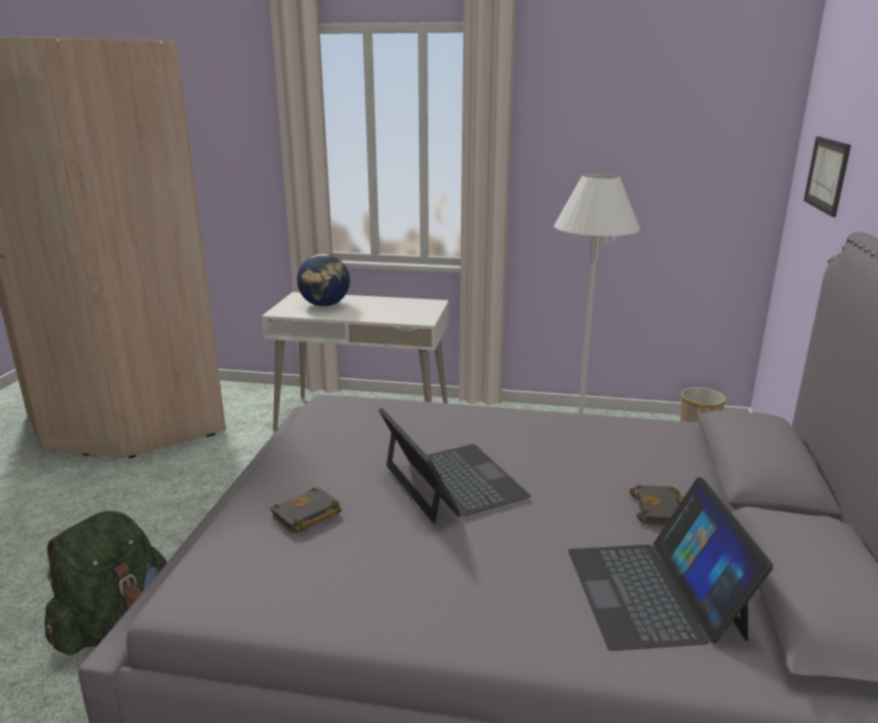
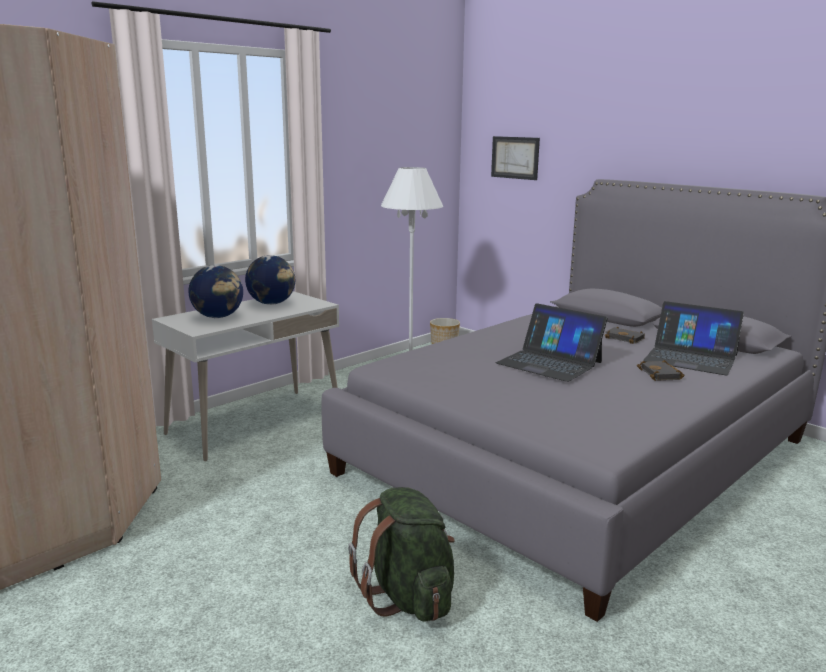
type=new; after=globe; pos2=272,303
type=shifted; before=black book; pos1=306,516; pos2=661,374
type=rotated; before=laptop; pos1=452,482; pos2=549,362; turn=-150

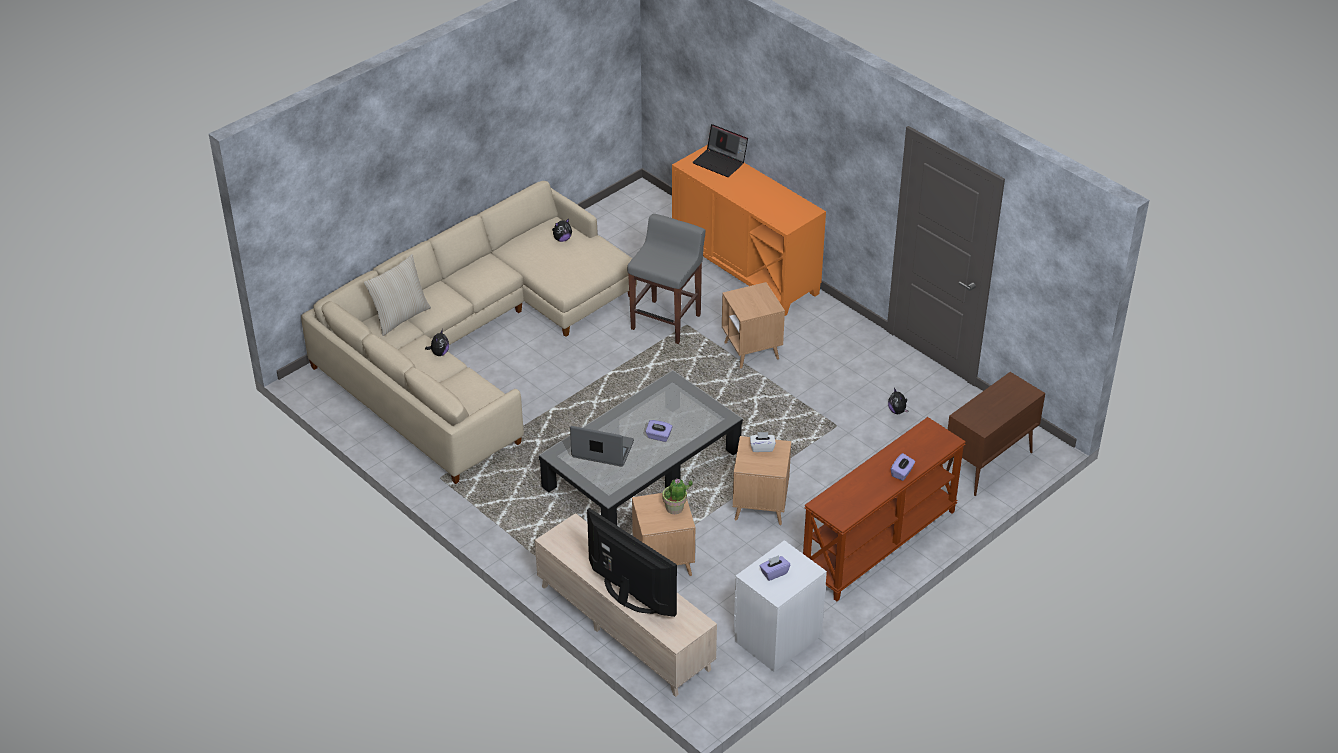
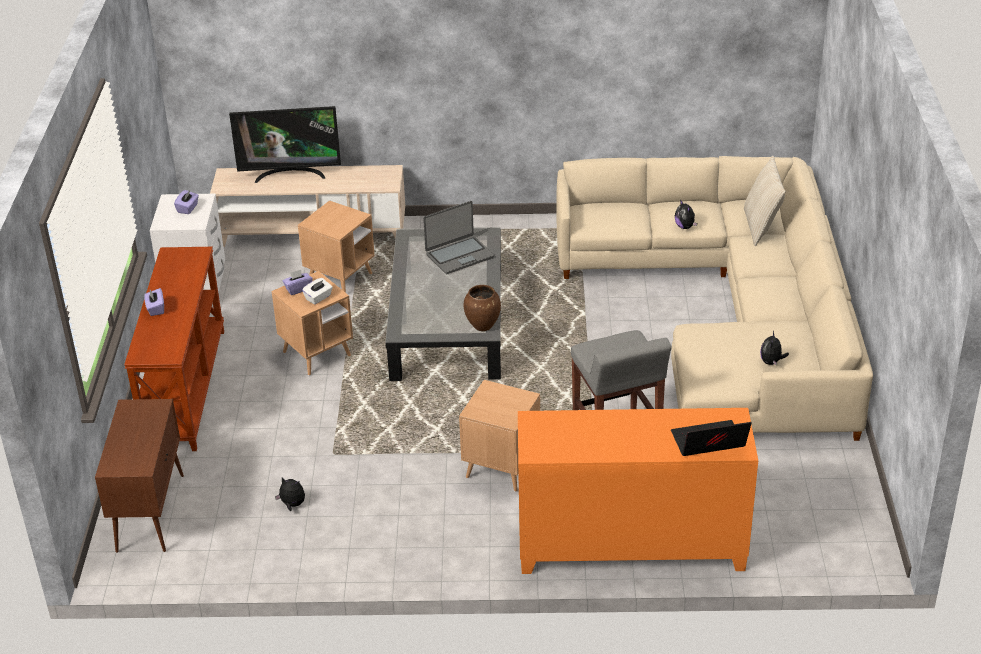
type=gone; before=potted plant; pos1=675,508
type=new; after=brown vase; pos2=483,326
type=shifted; before=purple tissue box; pos1=658,436; pos2=298,289

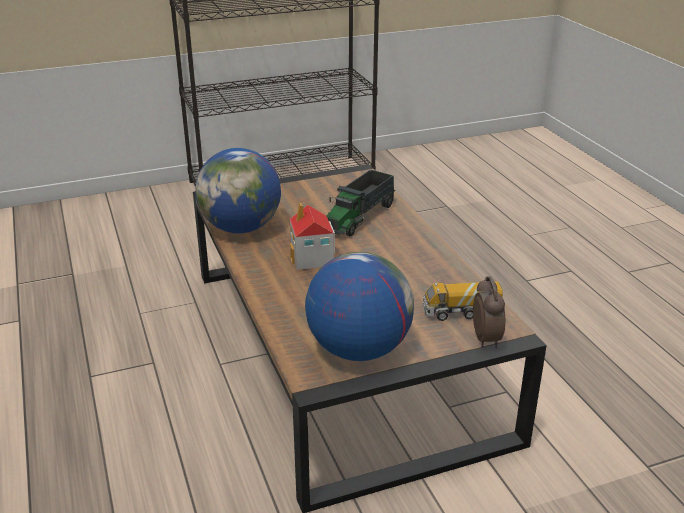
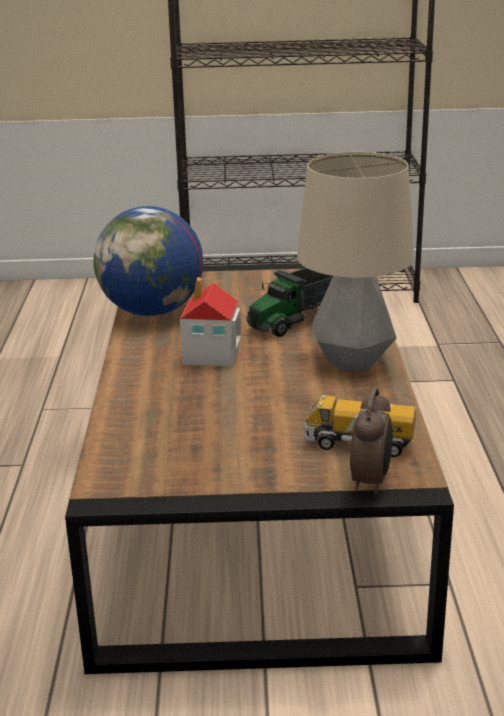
type=gone; before=globe; pos1=358,349
type=new; after=table lamp; pos2=353,362

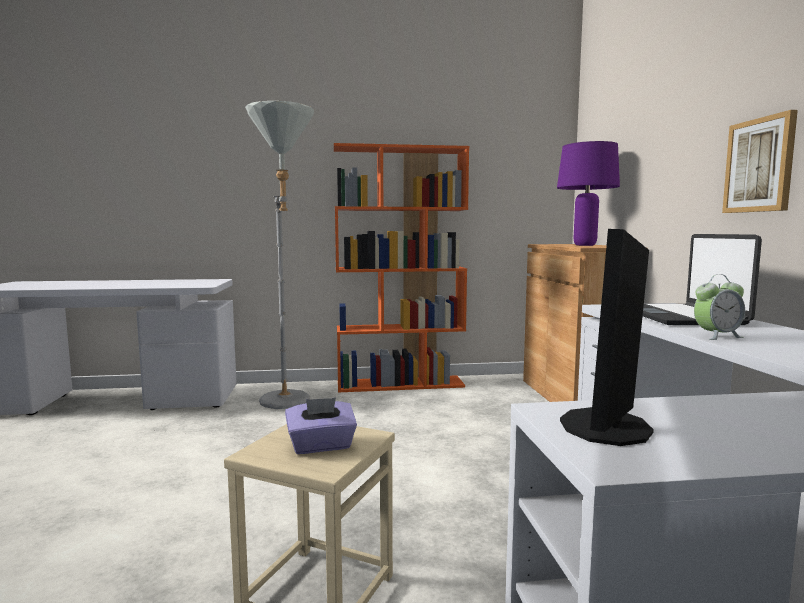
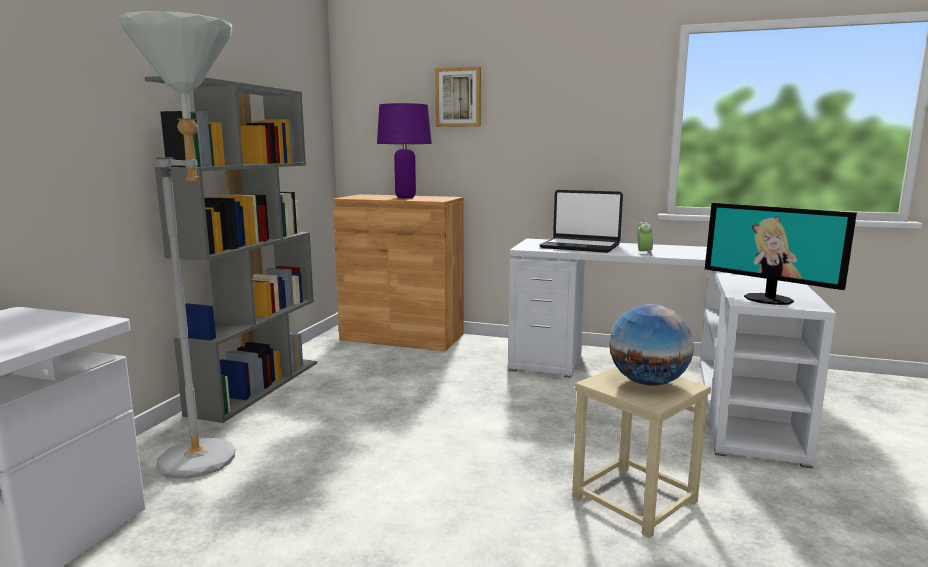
type=shifted; before=picture; pos1=760,165; pos2=458,97
type=swapped; before=purple tissue box; after=globe; pos1=321,446; pos2=647,382
type=repainted; before=orange bookcase; after=grey bookcase; pos1=401,384; pos2=256,386

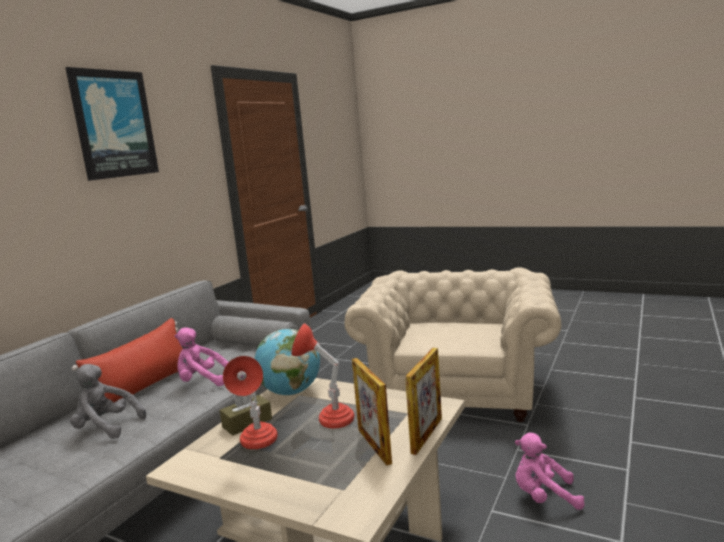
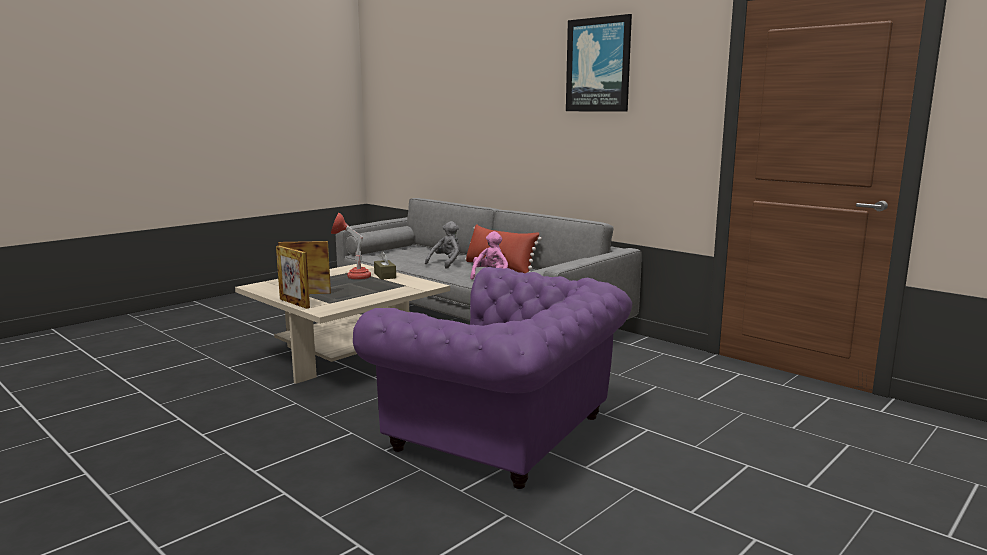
type=gone; before=globe; pos1=290,392
type=gone; before=red table lamp; pos1=327,418
type=gone; before=pink plush toy; pos1=544,497
type=repainted; before=beige armchair; after=purple armchair; pos1=458,388; pos2=507,435

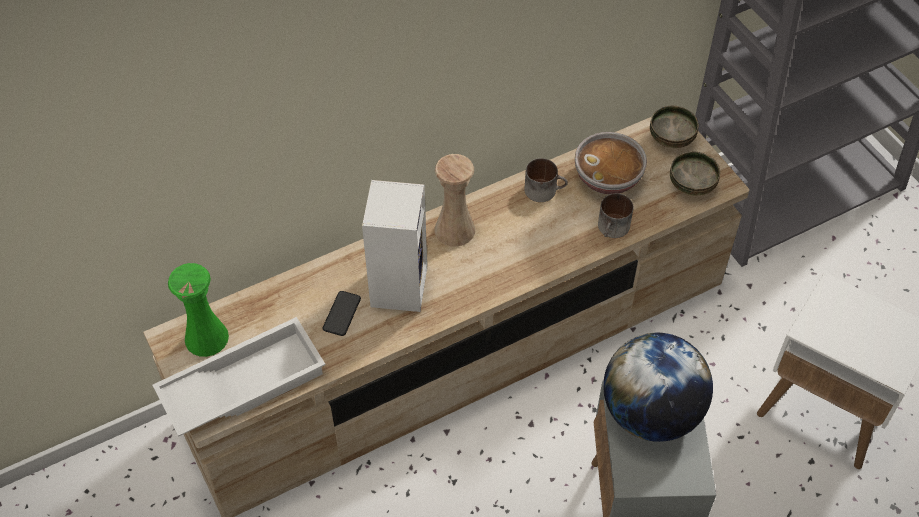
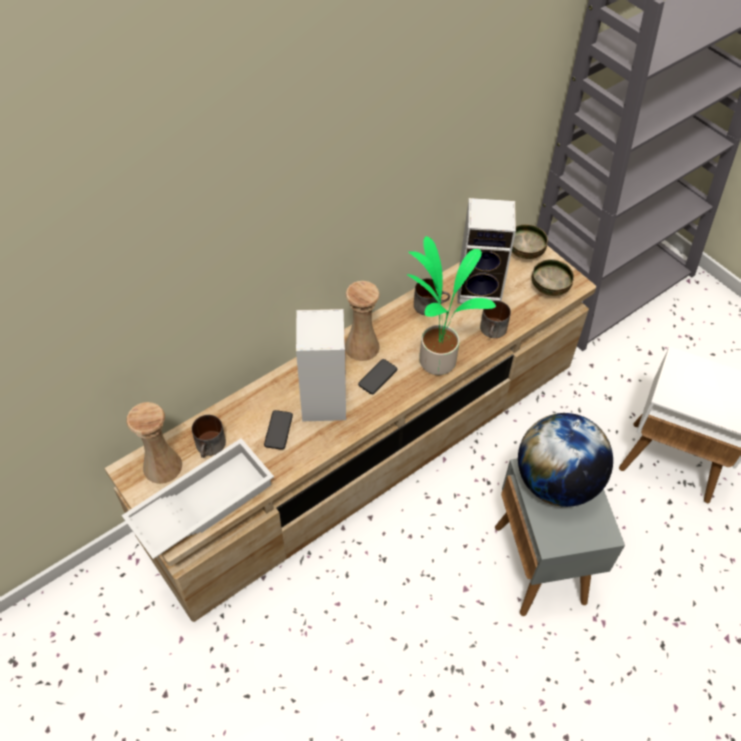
type=new; after=mug; pos2=211,447
type=new; after=phone; pos2=377,377
type=new; after=potted plant; pos2=437,359
type=swapped; before=bowl; after=speaker; pos1=608,178; pos2=481,289
type=repainted; before=green vase; after=beige vase; pos1=206,338; pos2=162,466

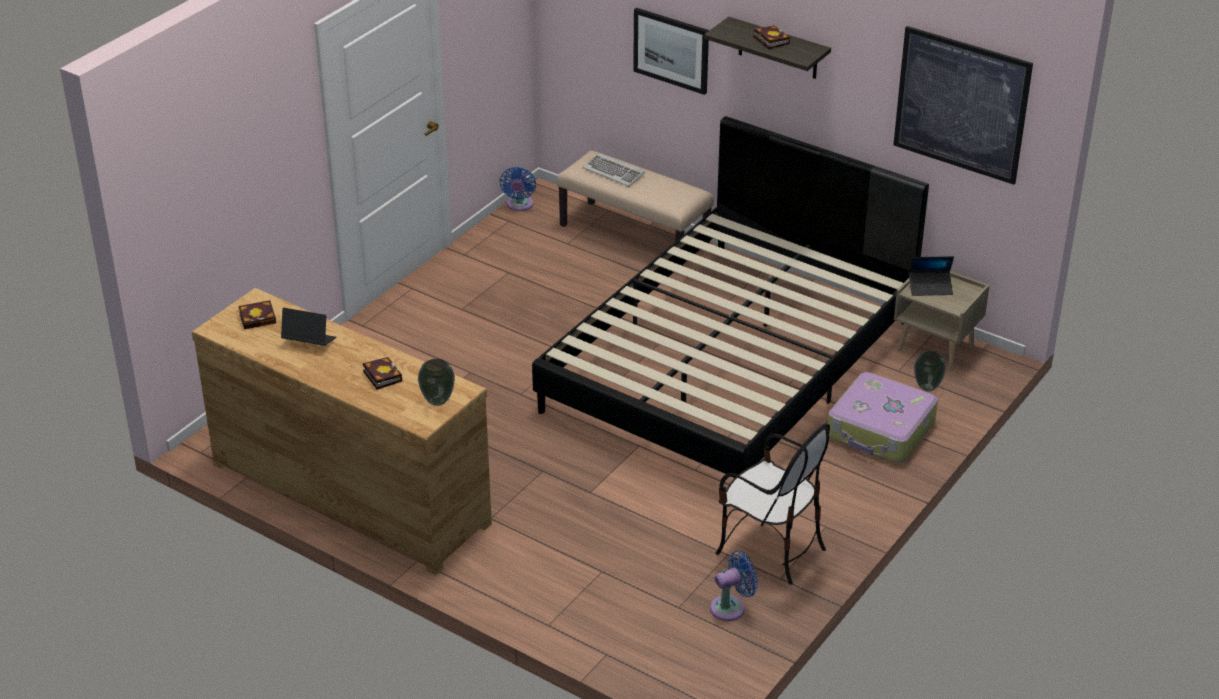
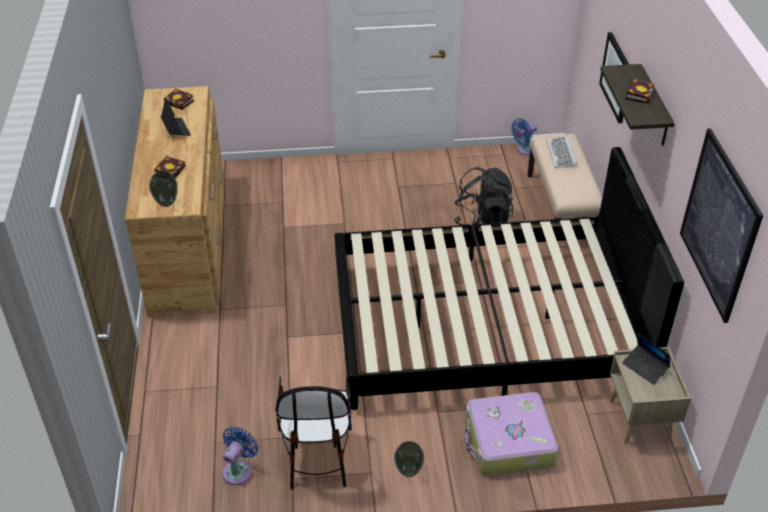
type=new; after=black backpack; pos2=482,218
type=shifted; before=vase; pos1=927,387; pos2=409,471
type=rotated; before=blue fan; pos1=731,607; pos2=239,470; turn=-90

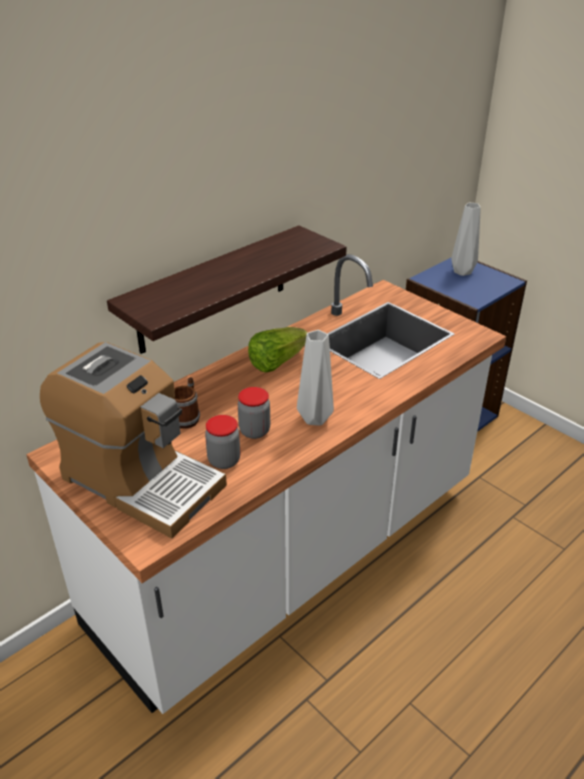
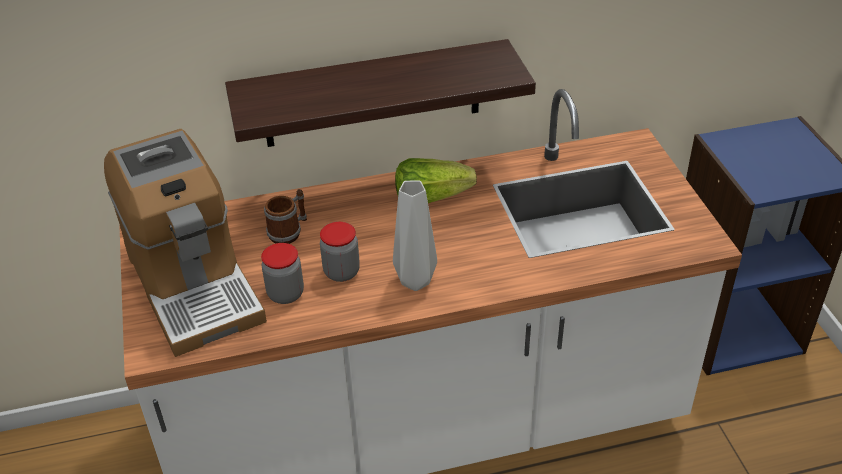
type=gone; before=grey vase; pos1=462,271

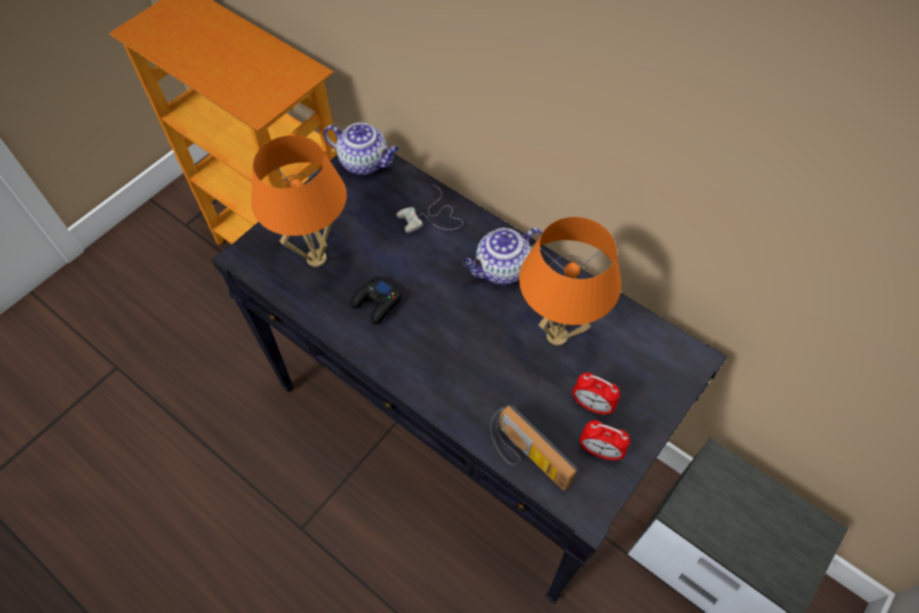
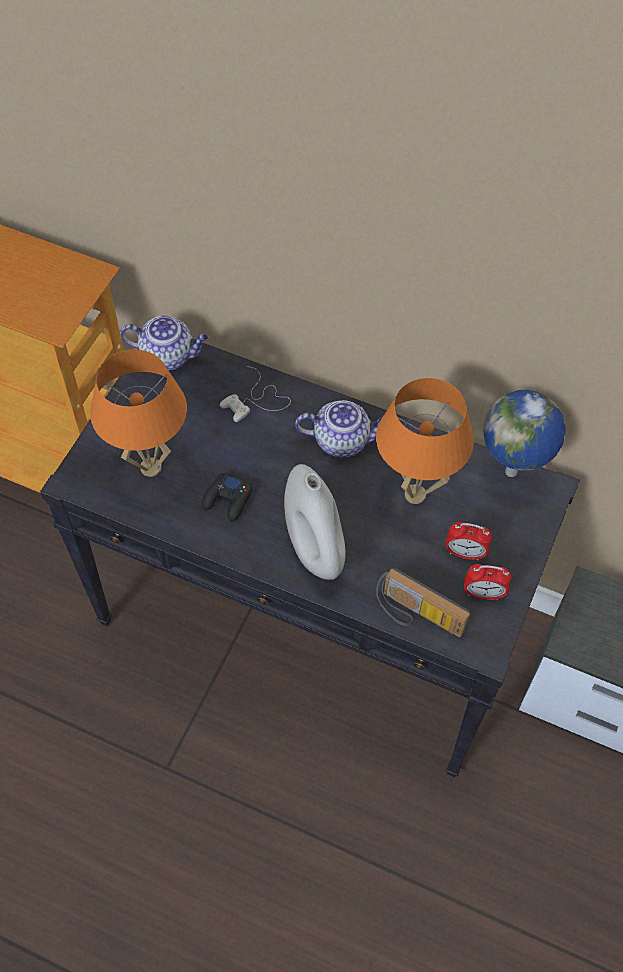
type=new; after=white vase; pos2=314,547
type=new; after=globe; pos2=513,472
type=rotated; before=teapot; pos1=501,270; pos2=342,440; turn=-135

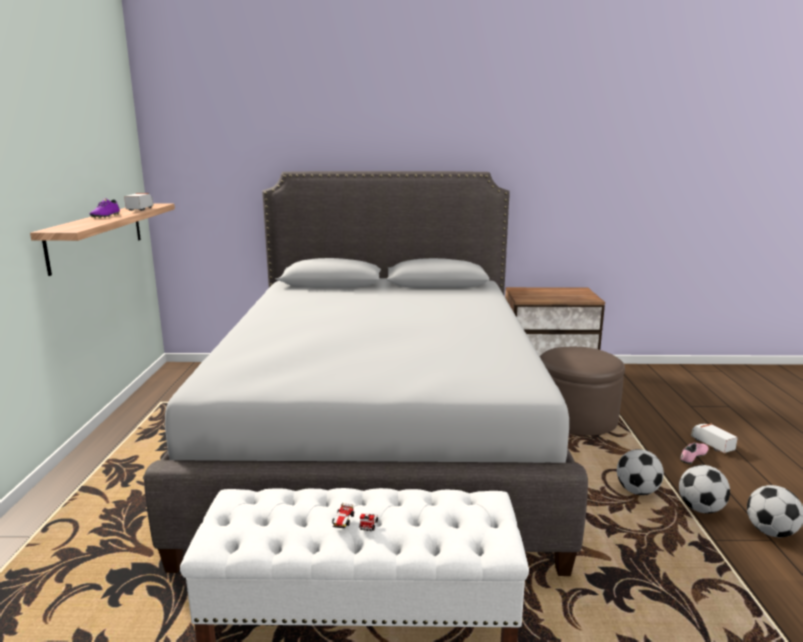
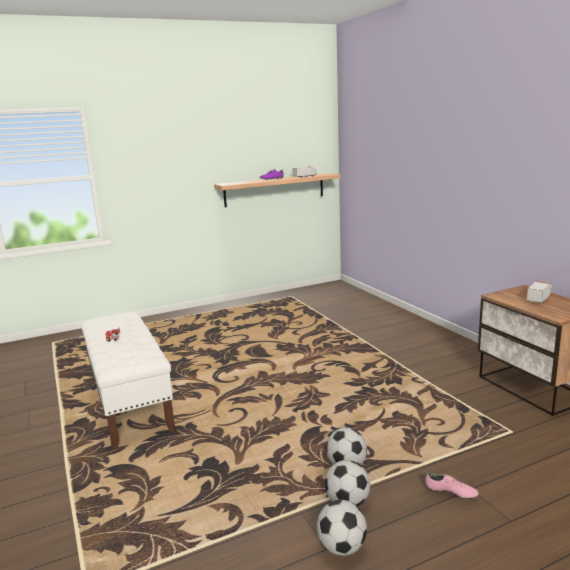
type=gone; before=grey bed; pos1=380,438
type=gone; before=brown ottoman; pos1=576,418
type=shifted; before=toy truck; pos1=711,444; pos2=539,299

